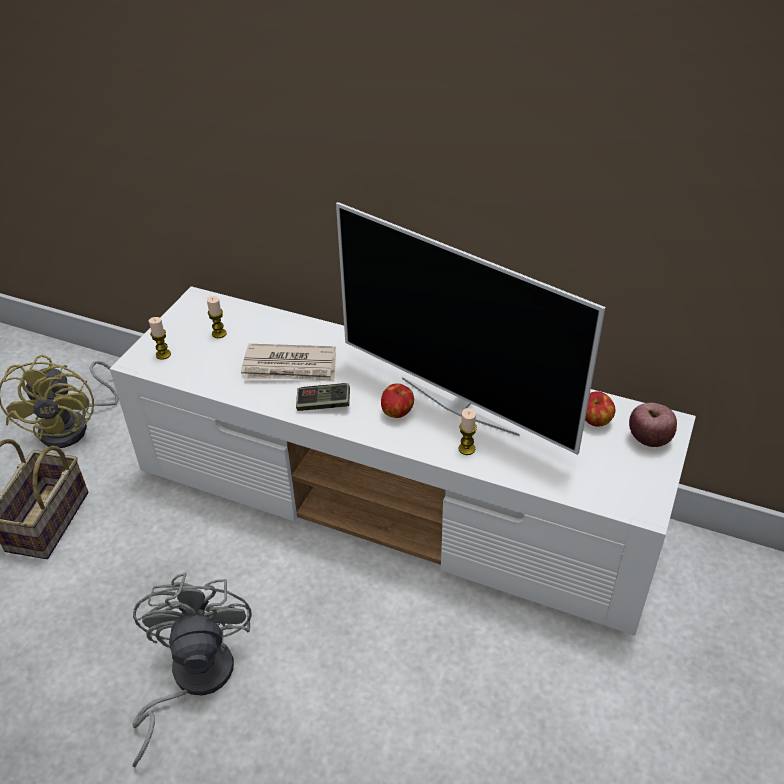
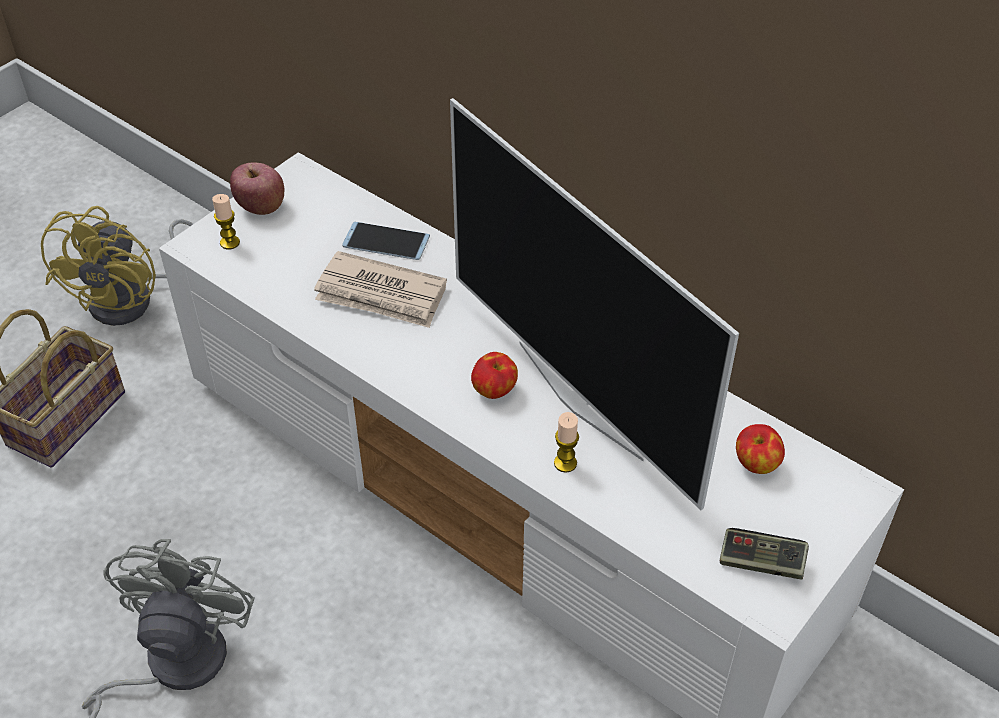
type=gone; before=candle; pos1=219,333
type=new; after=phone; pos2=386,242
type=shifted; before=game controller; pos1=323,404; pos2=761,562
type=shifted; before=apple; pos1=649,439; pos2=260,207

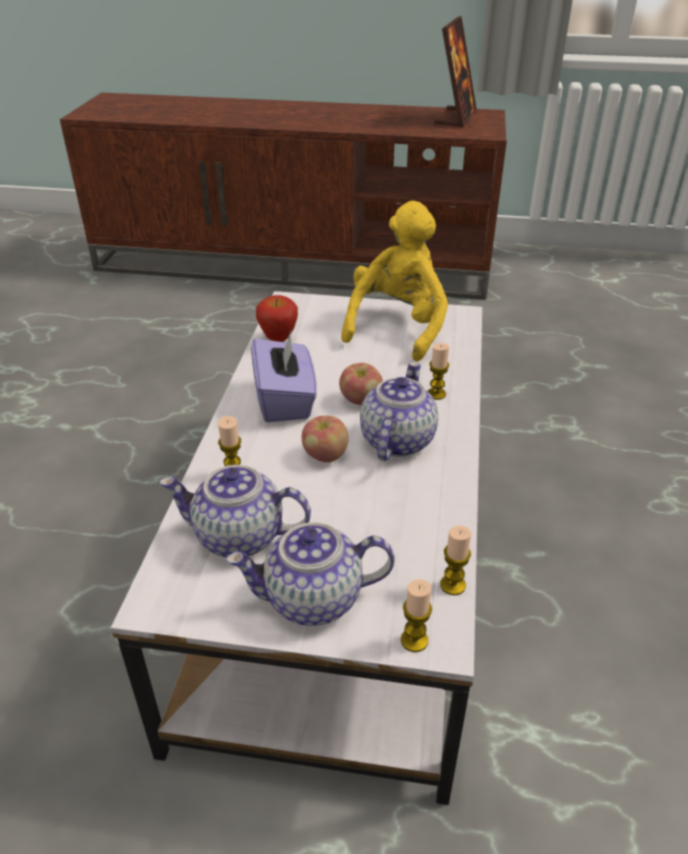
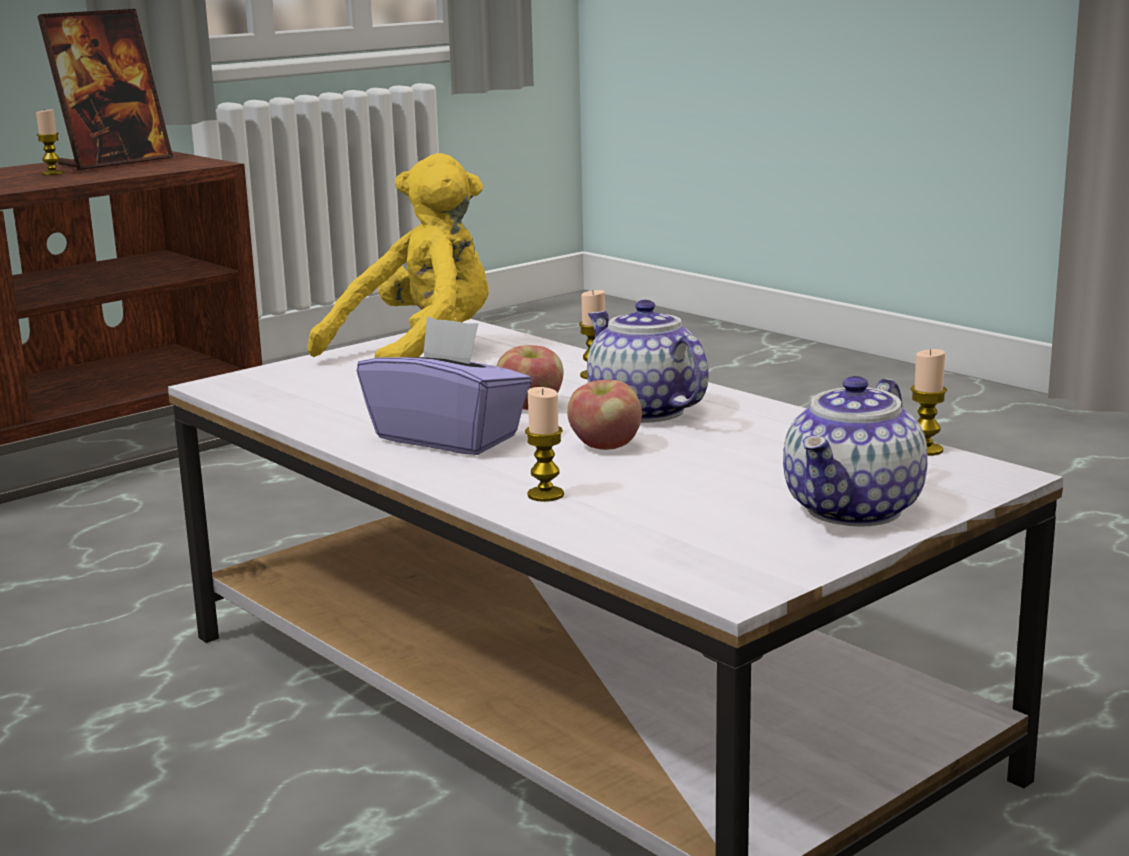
type=gone; before=teapot; pos1=238,537
type=gone; before=apple; pos1=278,339
type=shifted; before=candle; pos1=414,640; pos2=52,173
type=rotated; before=yellow plush toy; pos1=397,326; pos2=419,356; turn=75
type=rotated; before=picture frame; pos1=455,118; pos2=114,162; turn=75

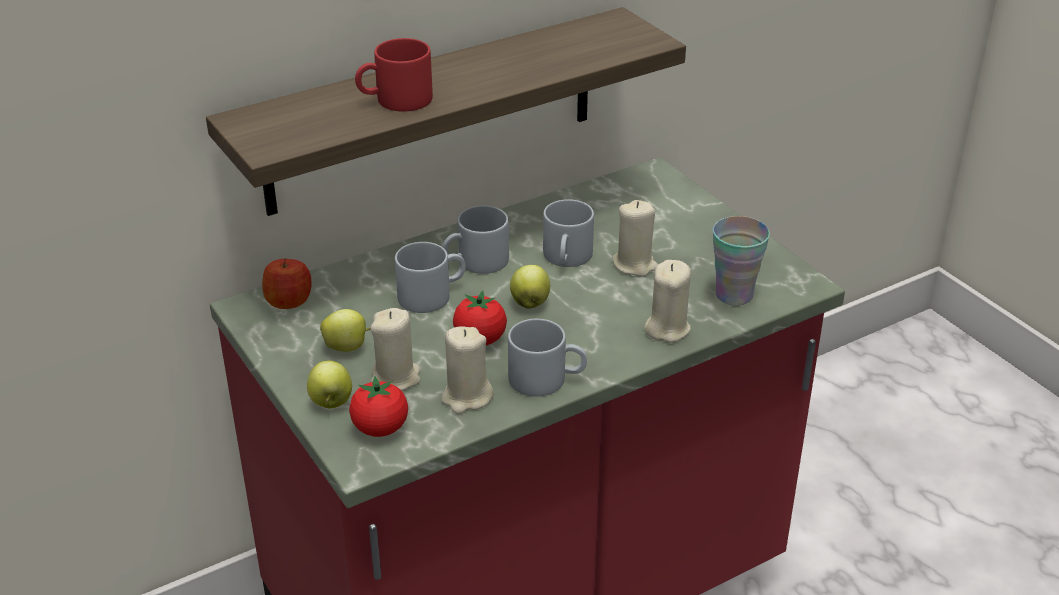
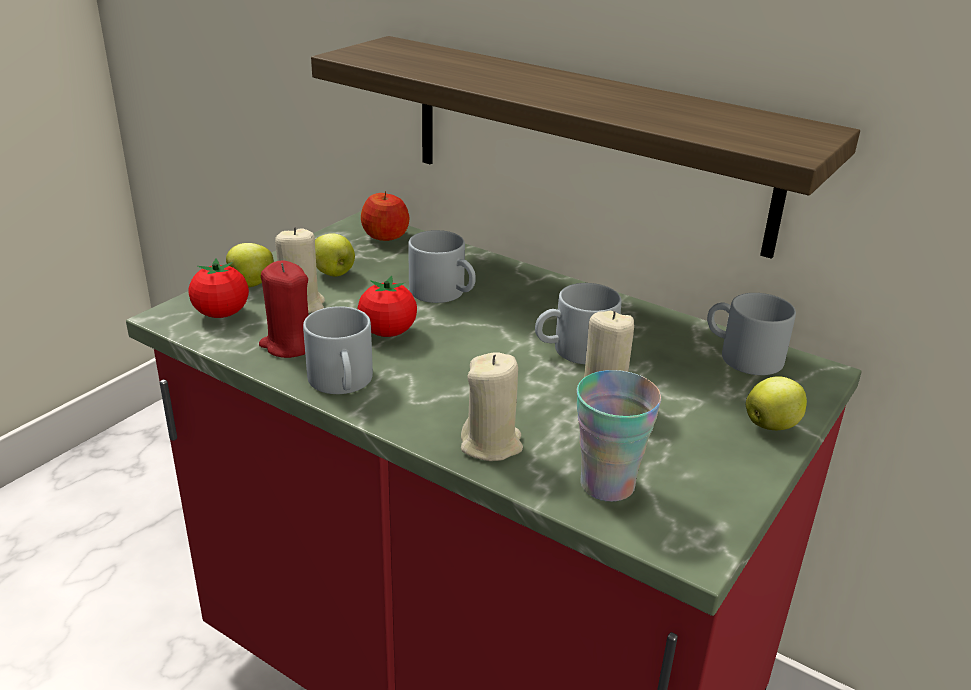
type=gone; before=red mug; pos1=395,101
type=shifted; before=grey mug; pos1=476,263; pos2=741,356
type=shifted; before=apple; pos1=530,303; pos2=772,426
type=repainted; before=beige candle; after=red candle; pos1=466,397; pos2=288,345

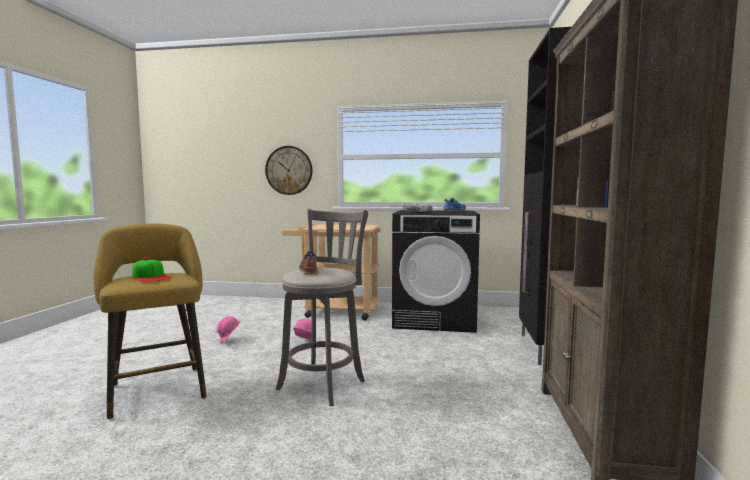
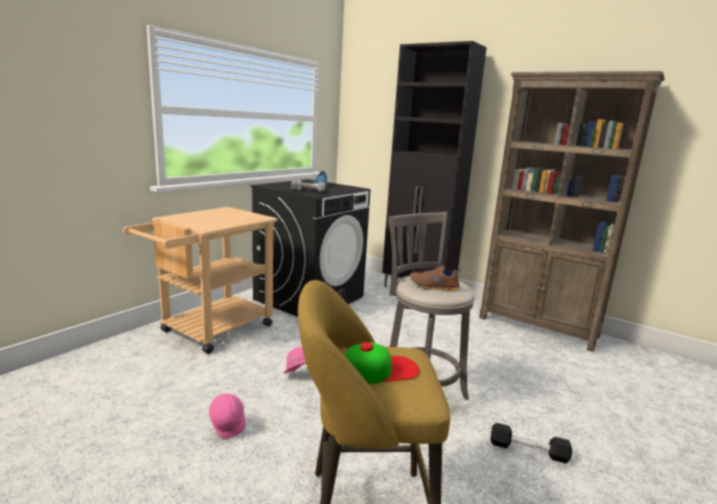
type=gone; before=wall clock; pos1=289,170
type=new; after=black dumbbell; pos2=528,450

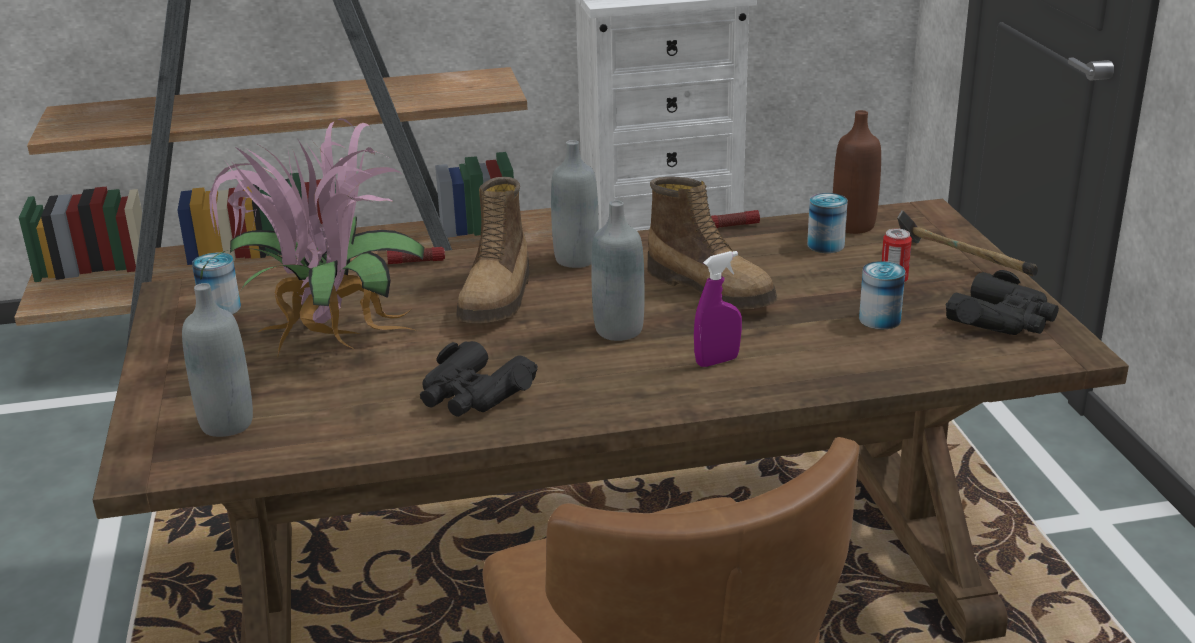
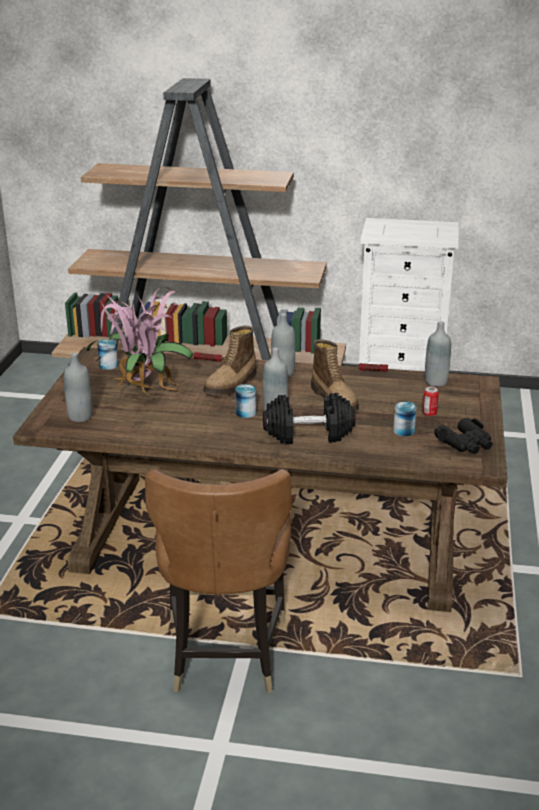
type=gone; before=black binoculars; pos1=473,394
type=gone; before=hammer; pos1=961,263
type=shifted; before=can; pos1=825,245; pos2=246,413
type=swapped; before=purple spray bottle; after=black dumbbell; pos1=717,361; pos2=308,434
type=repainted; before=brown bottle; after=grey bottle; pos1=853,226; pos2=435,382

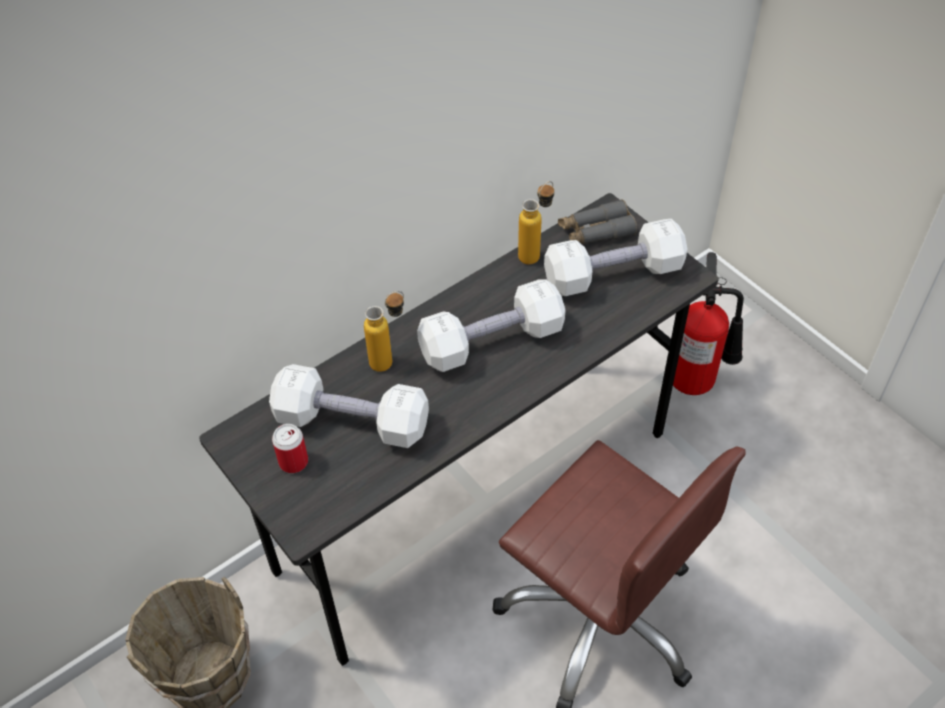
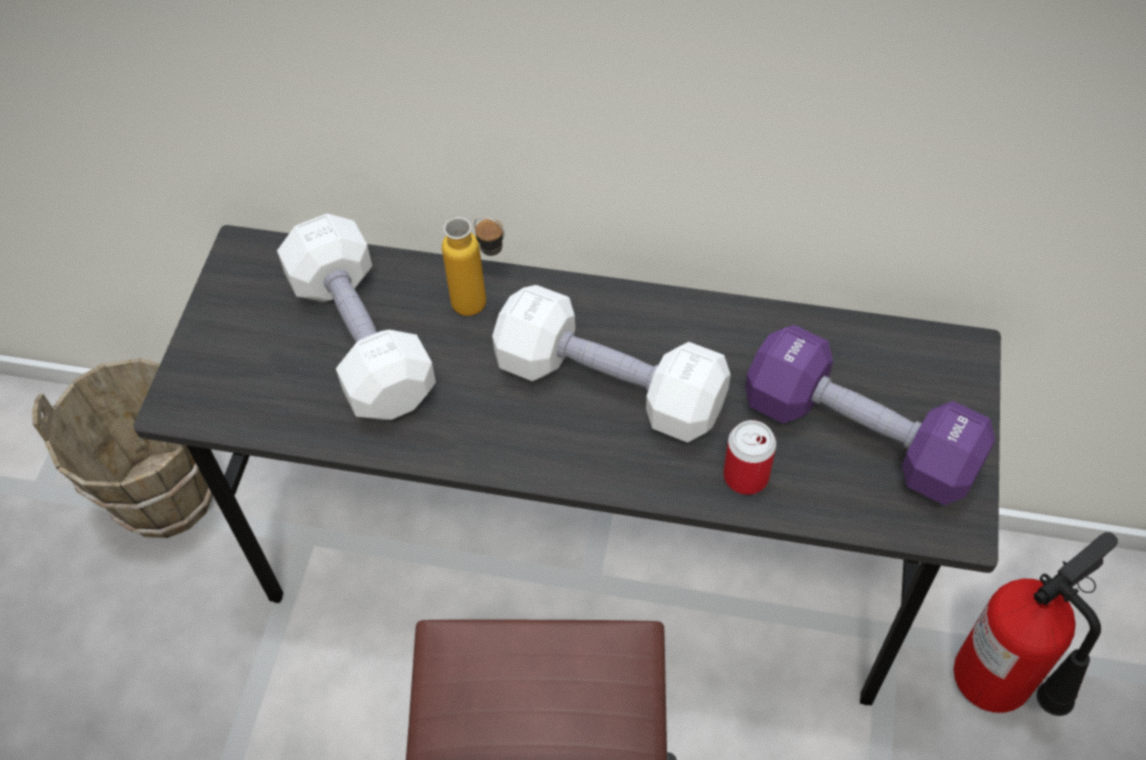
type=gone; before=bottle; pos1=535,253
type=gone; before=grey binoculars; pos1=595,231
type=shifted; before=can; pos1=293,461; pos2=746,476
type=repainted; before=white dumbbell; after=purple dumbbell; pos1=613,274; pos2=859,435

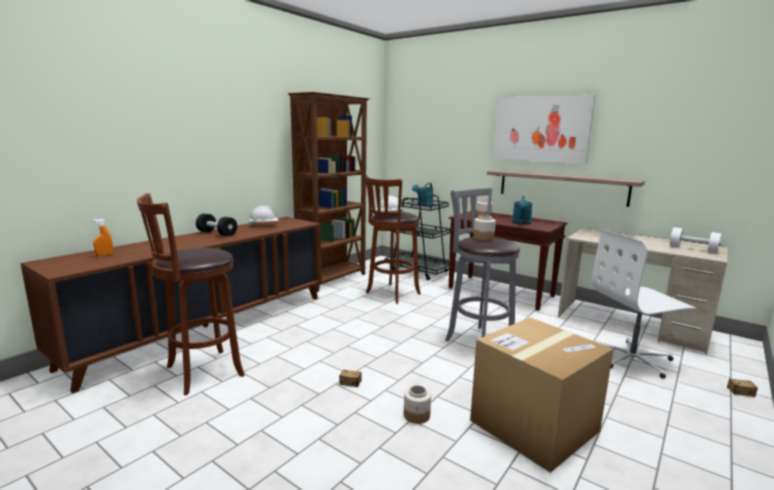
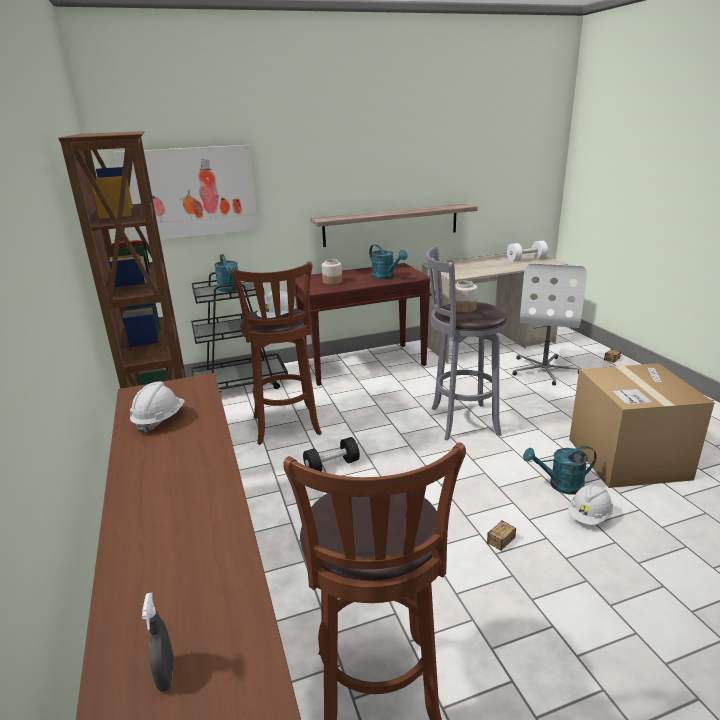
type=new; after=turquoise watering can; pos2=560,485
type=shifted; before=black dumbbell; pos1=217,233; pos2=332,466
type=shifted; before=picture; pos1=540,129; pos2=190,192
type=swapped; before=jar; after=white hard hat; pos1=417,415; pos2=589,516
type=repainted; before=orange spray bottle; after=grey spray bottle; pos1=104,255; pos2=166,675

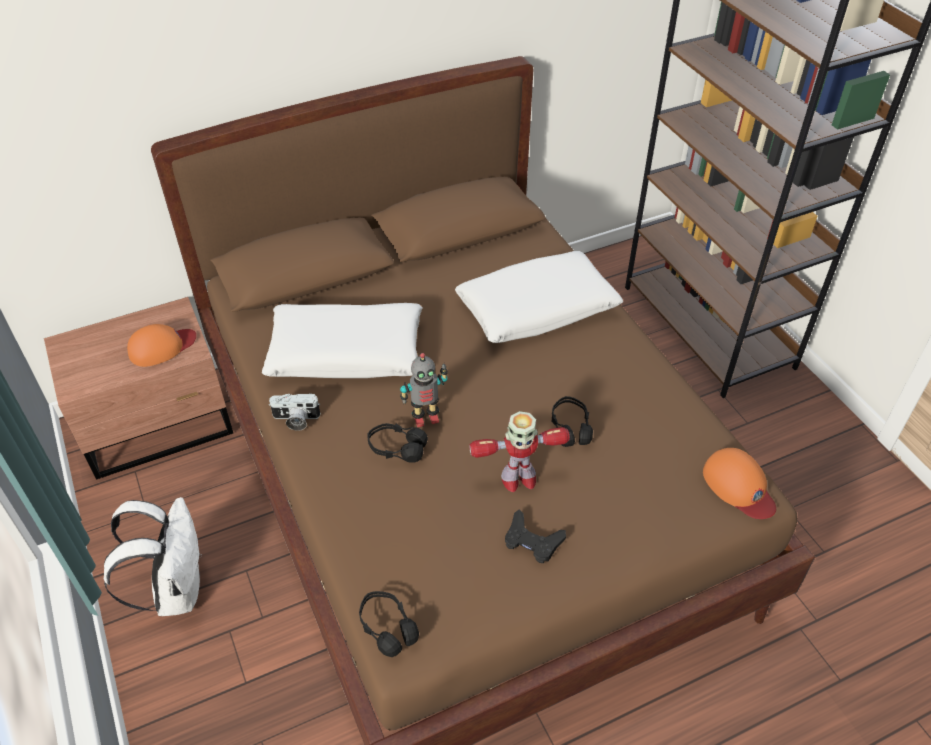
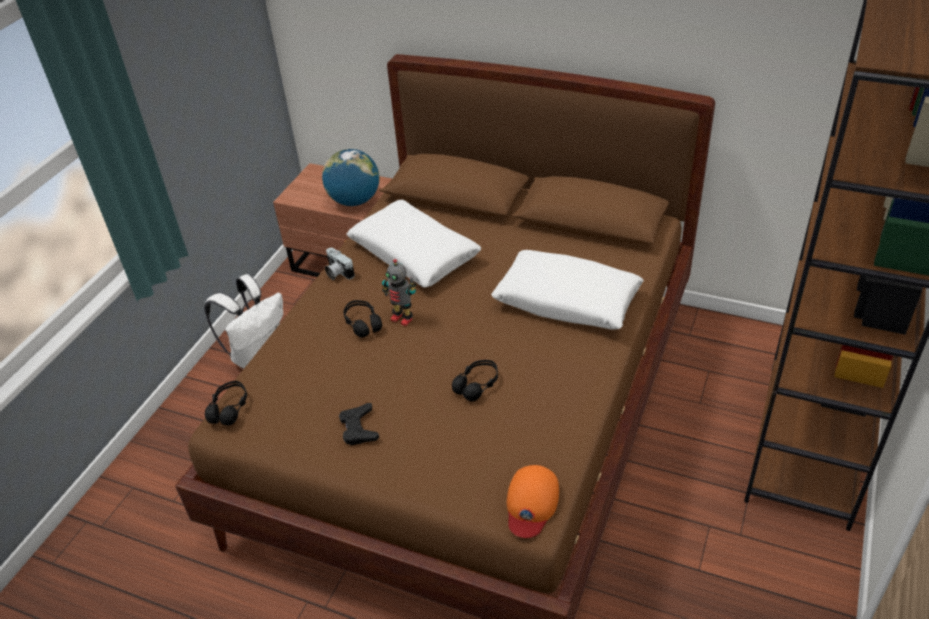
type=gone; before=toy robot; pos1=518,479
type=swapped; before=orange cap; after=globe; pos1=161,347; pos2=354,201

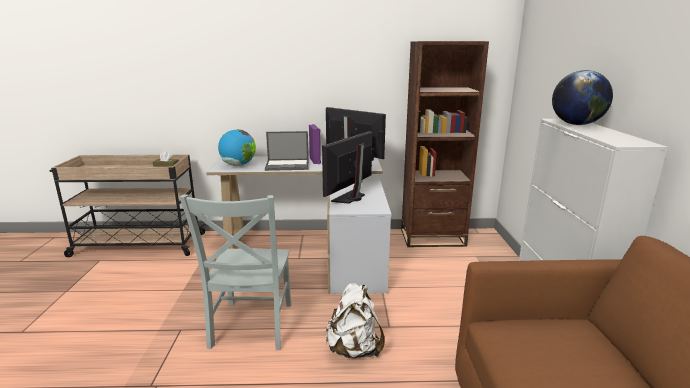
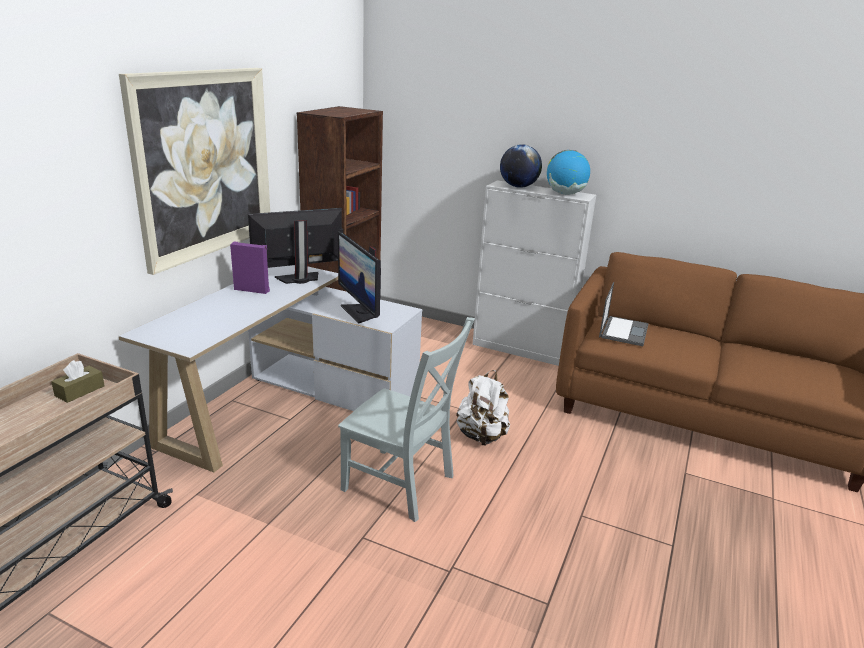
type=new; after=picture; pos2=204,164
type=shifted; before=globe; pos1=238,165; pos2=565,194
type=shifted; before=laptop; pos1=288,165; pos2=623,331

